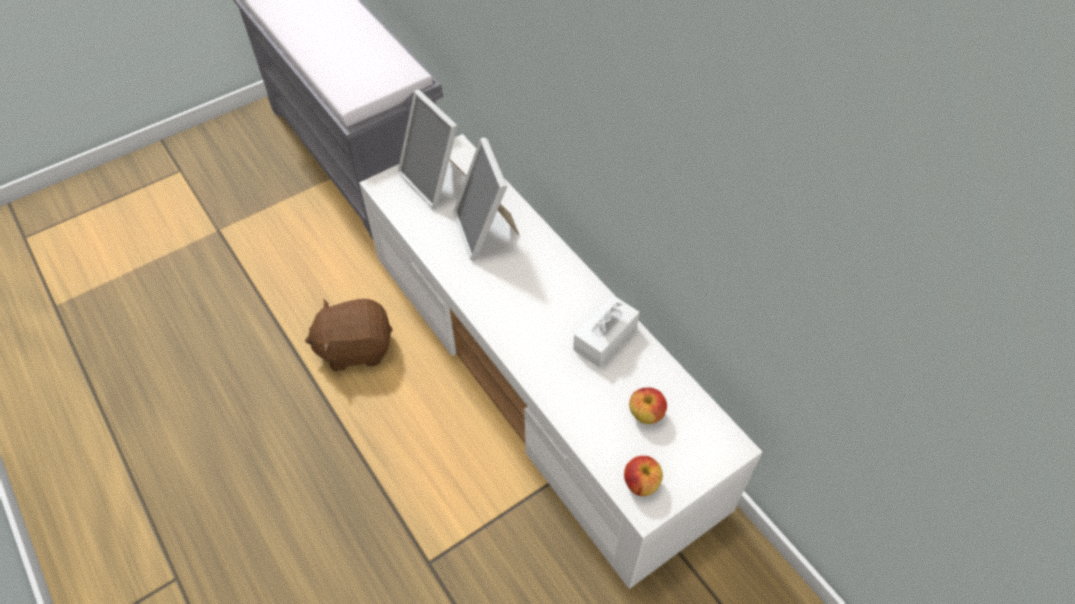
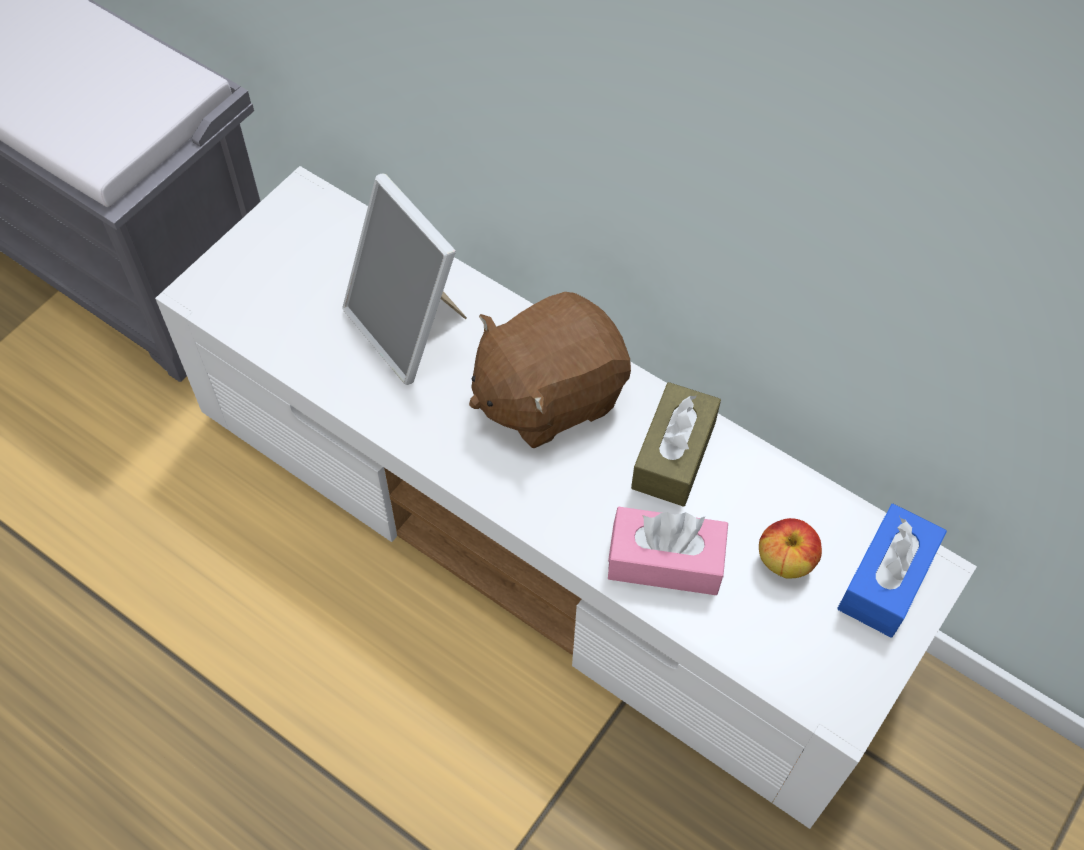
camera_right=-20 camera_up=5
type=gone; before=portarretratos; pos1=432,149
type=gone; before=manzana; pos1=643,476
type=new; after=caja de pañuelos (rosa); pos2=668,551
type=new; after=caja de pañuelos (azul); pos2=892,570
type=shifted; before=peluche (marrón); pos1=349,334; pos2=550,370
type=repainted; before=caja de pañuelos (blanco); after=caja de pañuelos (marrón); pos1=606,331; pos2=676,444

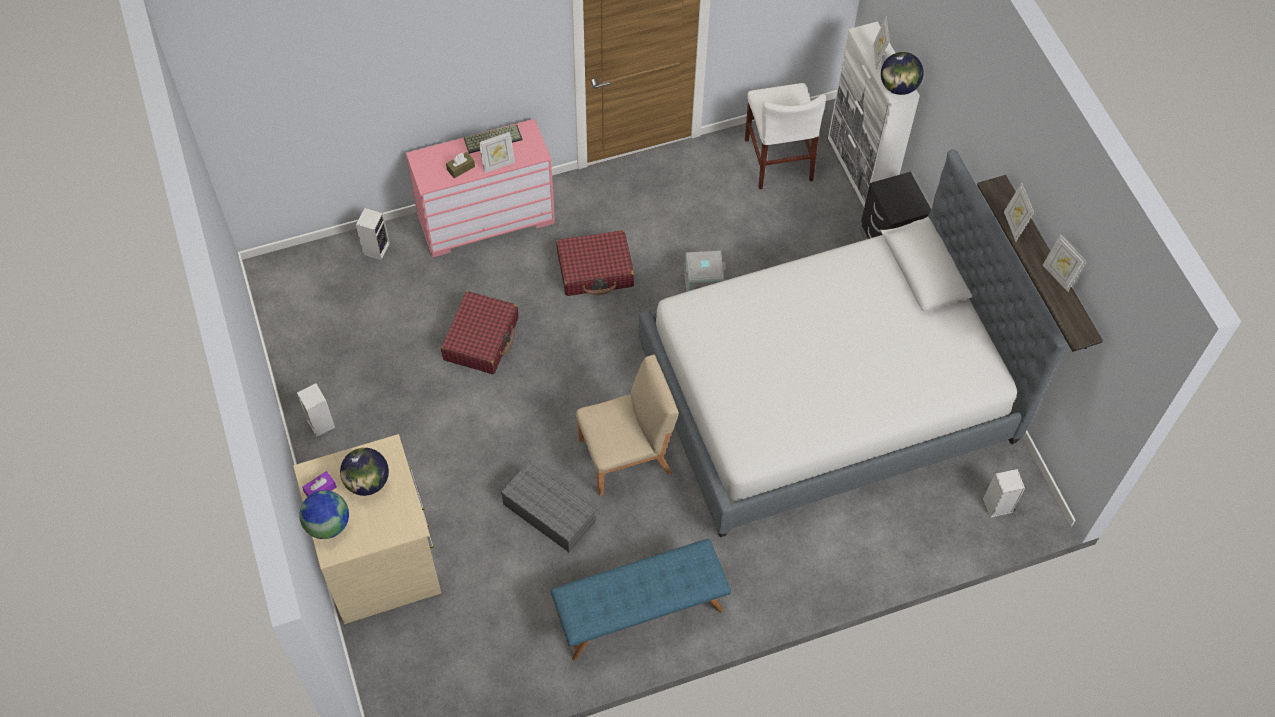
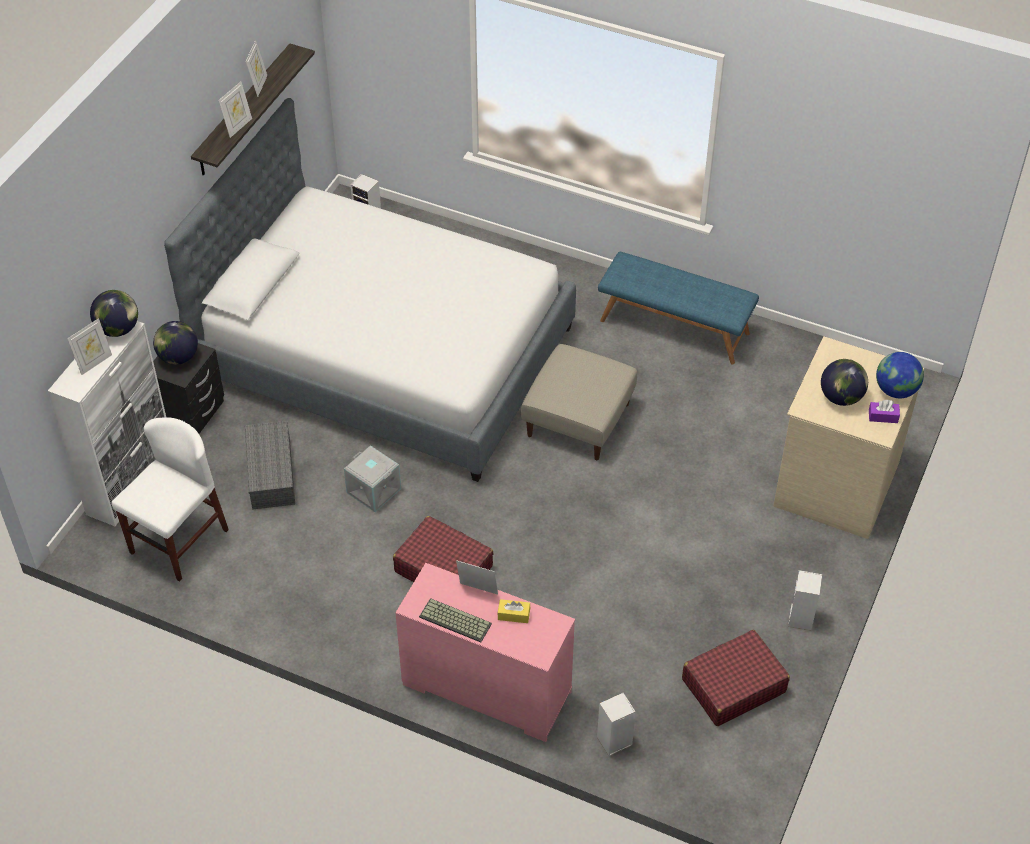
camera_right=-135 camera_up=-10
type=new; after=globo terráqueo; pos2=175,343
type=shifted; before=maleta (rojo); pos1=480,332; pos2=736,678
type=shifted; before=caja de almacenaje (gris); pos1=548,506; pos2=269,465
type=swapped; before=silla (beis); after=puf (beis); pos1=627,425; pos2=579,402
type=repainted; before=caja de pañuelos (marrón); after=caja de pañuelos (amarillo); pos1=460,165; pos2=513,611

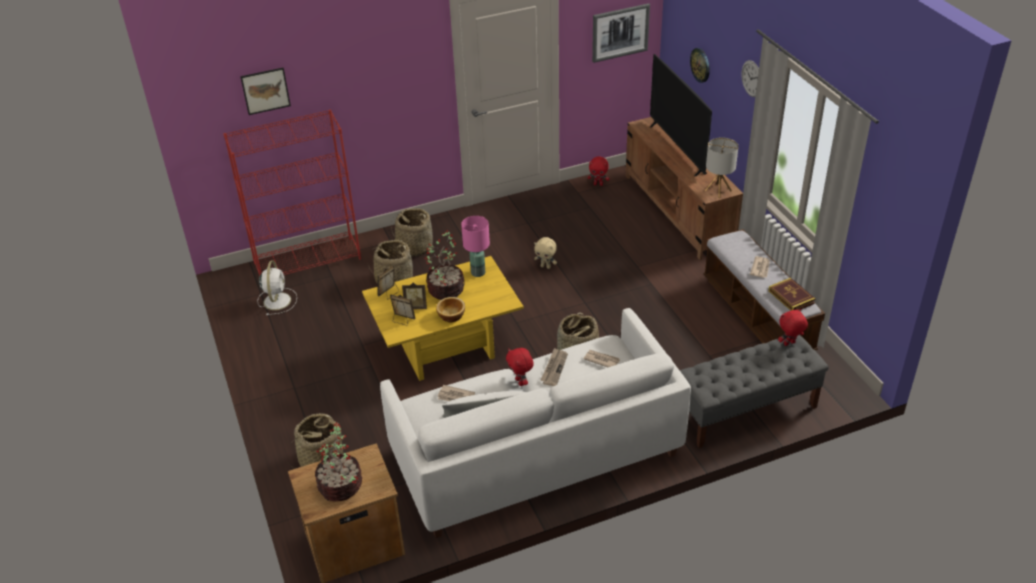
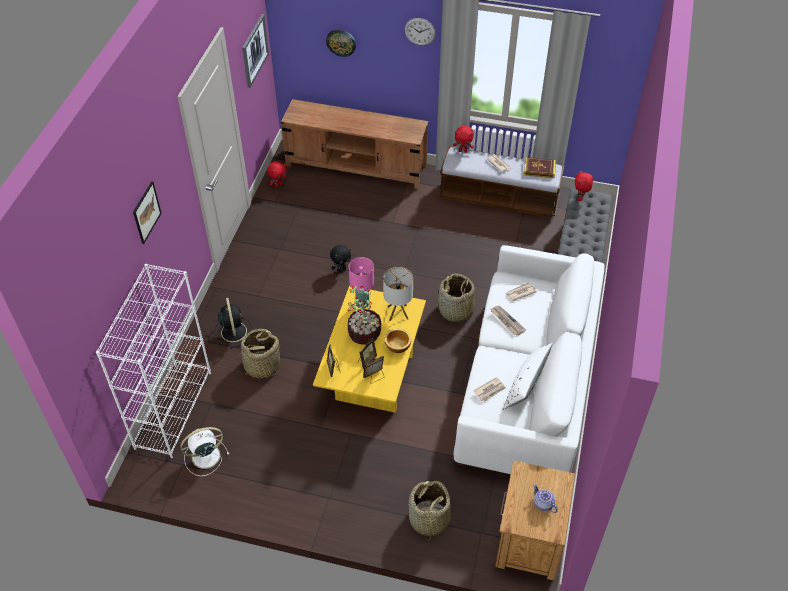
camera_right=-55 camera_up=10
type=gone; before=televisor; pos1=681,115
type=shifted; before=cuadro; pos1=265,91; pos2=147,212
type=shifted; before=peluche (rojo); pos1=520,367; pos2=463,139
type=shifted; before=lámpara de mesa; pos1=722,168; pos2=398,294
type=swapped; before=planta en maceta; after=tetera; pos1=338,461; pos2=545,498
type=swapped; before=cesta; after=ventilador (negro); pos1=412,232; pos2=233,323
type=repainted; before=estantería (rojo); after=estantería (blanco); pos1=292,193; pos2=153,361
type=repainted; before=peluche (beis); after=peluche (negro); pos1=545,253; pos2=340,258
type=rotated; before=ventilador (blanco); pos1=277,287; pos2=204,451; turn=-60

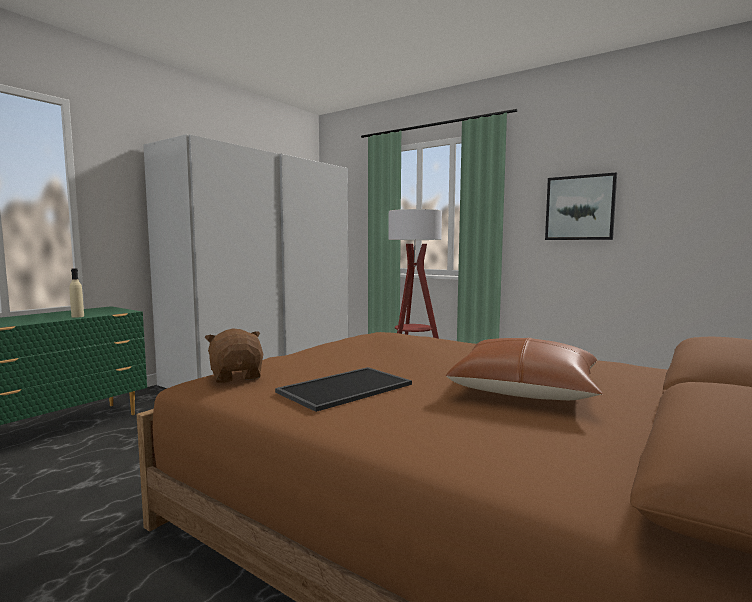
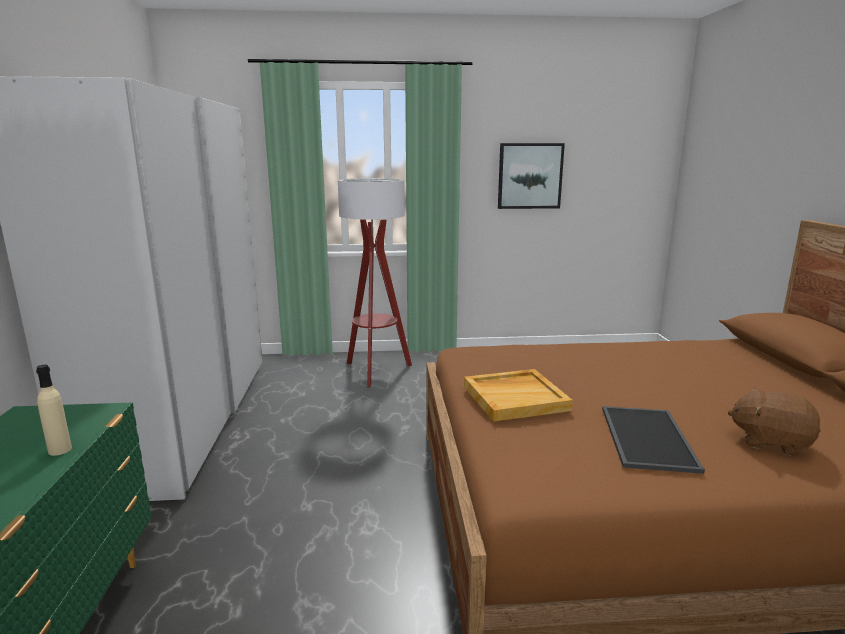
camera_right=-40 camera_up=10
type=gone; before=cojín (marrón); pos1=524,369
type=new; after=bandeja (beis); pos2=518,395
type=shifted; before=peluche (marrón); pos1=234,355; pos2=774,422

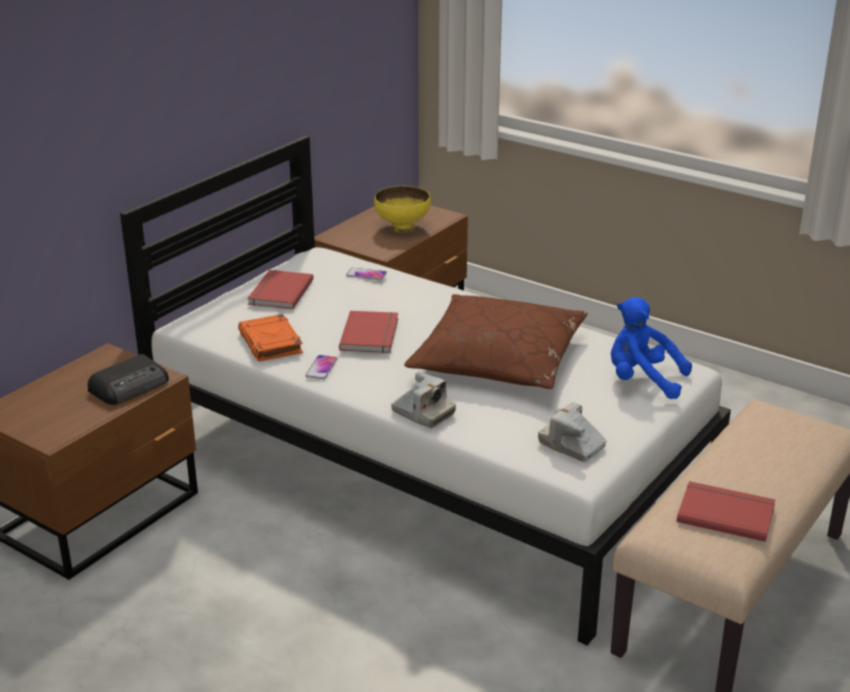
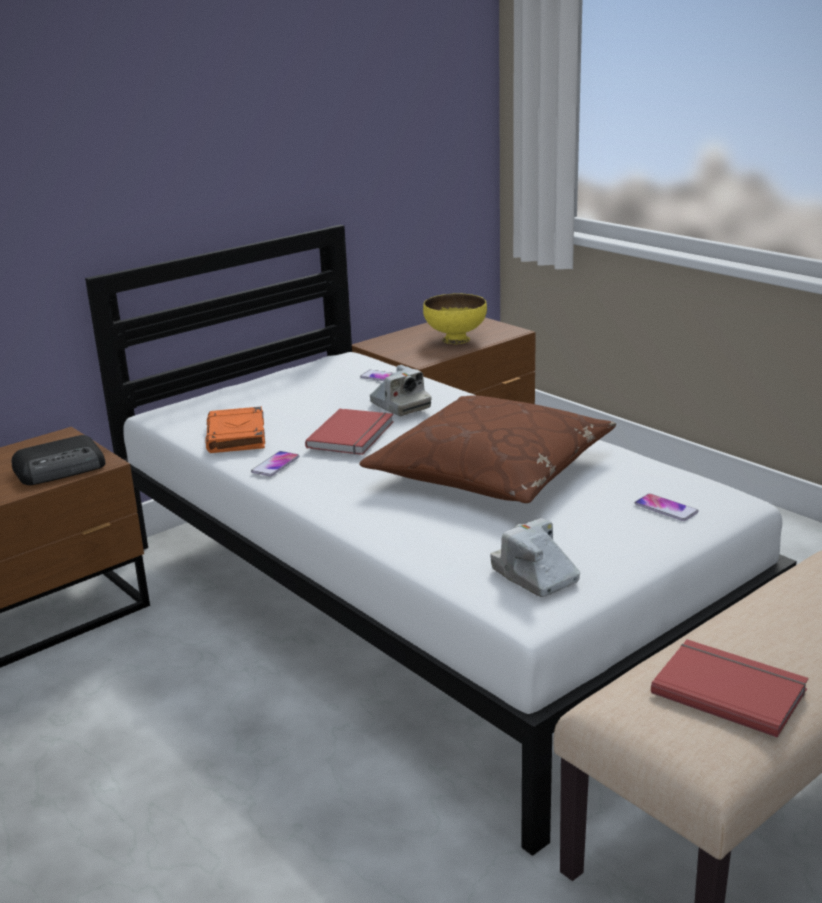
camera_right=15 camera_up=-5
type=gone; before=libro (rojo); pos1=280,289
type=shifted; before=cámara; pos1=423,399; pos2=400,390
type=swapped; before=peluche (azul); after=móvil; pos1=651,348; pos2=667,507

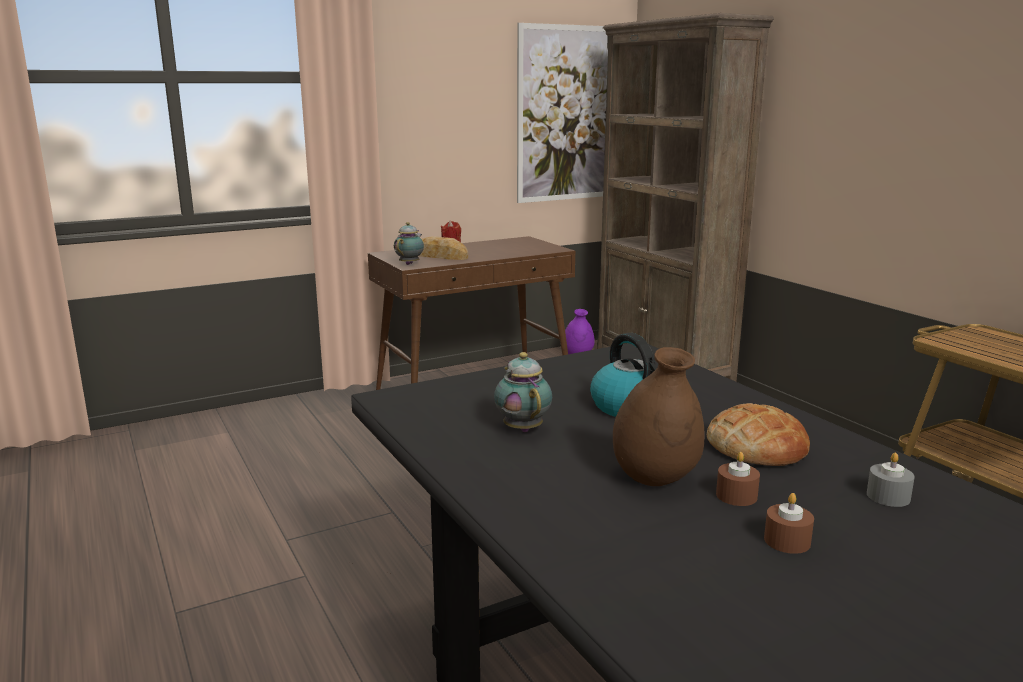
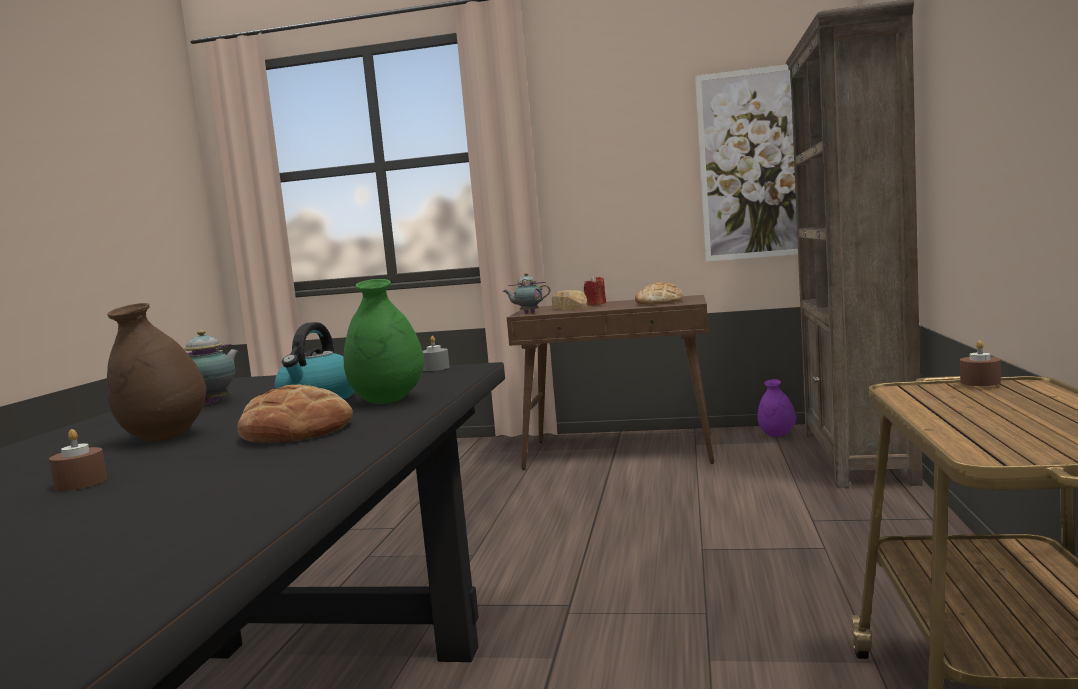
camera_right=40 camera_up=-10
type=new; after=florero (verde); pos2=384,341
type=new; after=pan; pos2=659,293
type=shifted; before=vela (marrón); pos1=738,479; pos2=980,363
type=shifted; before=vela (gris); pos1=891,480; pos2=436,353
type=rotated; before=tetera; pos1=409,243; pos2=527,293; turn=-150

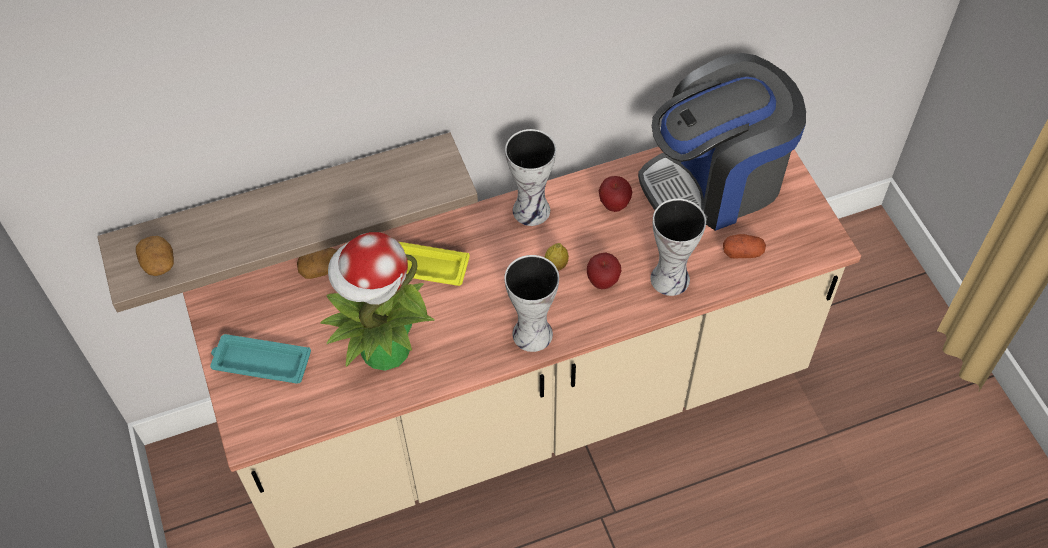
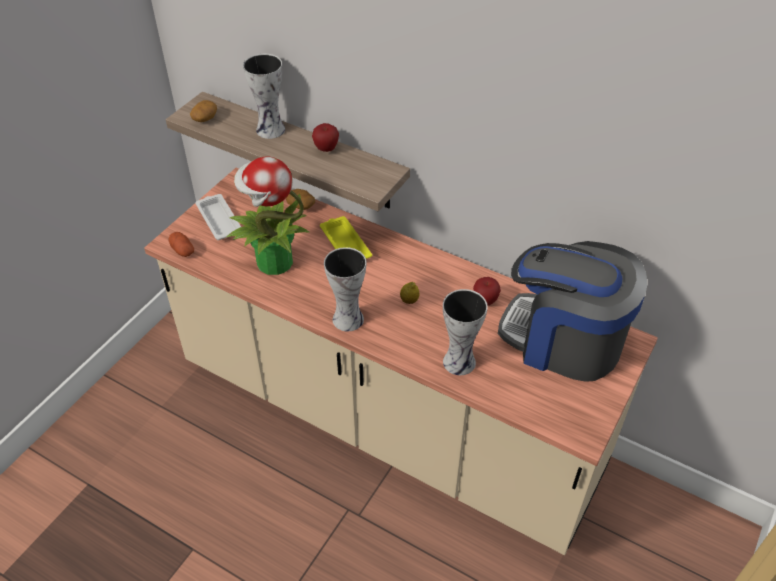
camera_right=50 camera_up=-10
type=shifted; before=florero; pos1=530,177; pos2=264,96
type=shifted; before=manzana; pos1=604,271; pos2=325,137
type=shifted; before=patata; pos1=744,246; pos2=181,244
type=repainted; before=bandeja (turquesa); after=bandeja (blanco); pos1=260,359; pos2=218,217

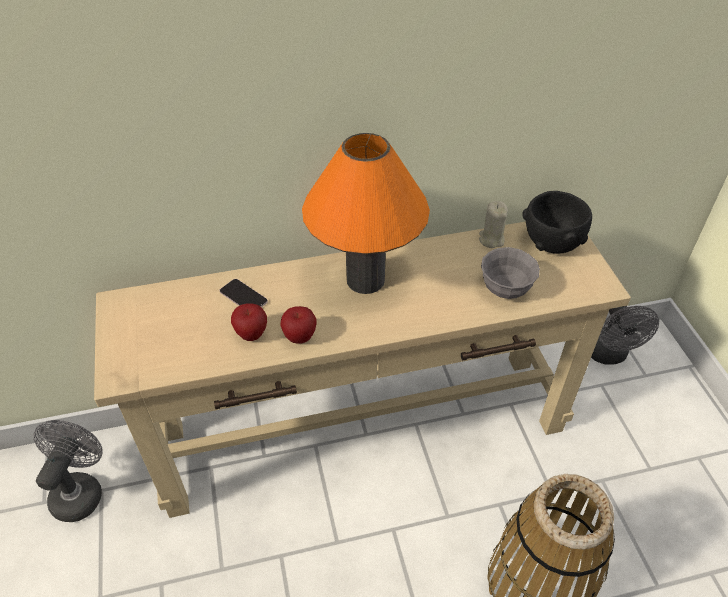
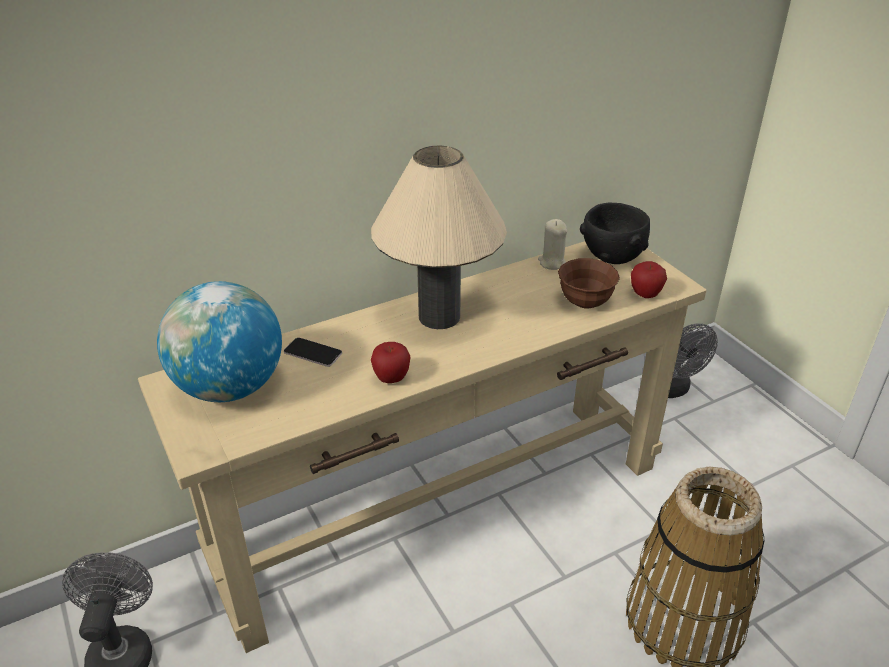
camera_right=-15 camera_up=-10
type=new; after=globo terráqueo; pos2=219,341
type=shifted; before=manzana; pos1=249,322; pos2=649,279
type=repainted; before=lámpara de mesa (naranja); after=lámpara de mesa (beis); pos1=366,213; pos2=439,237
type=repainted; before=cuenco (gris); after=cuenco (marrón); pos1=510,273; pos2=589,283

